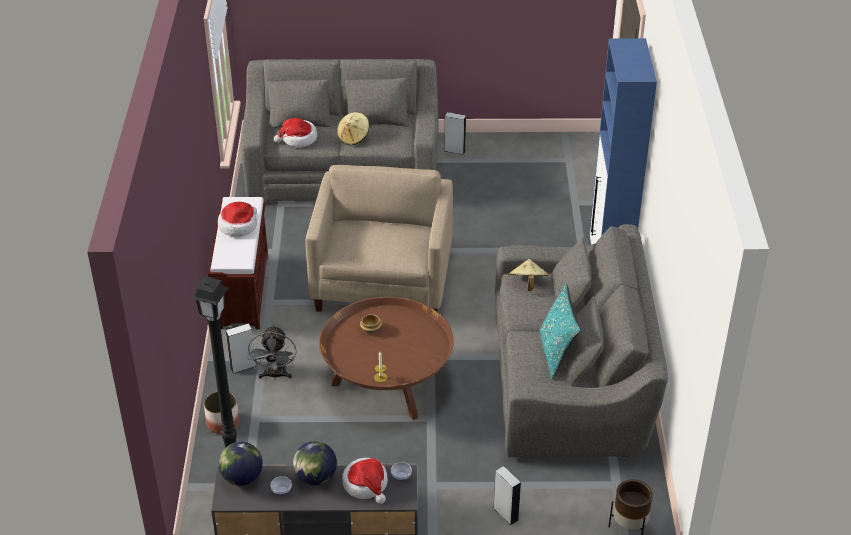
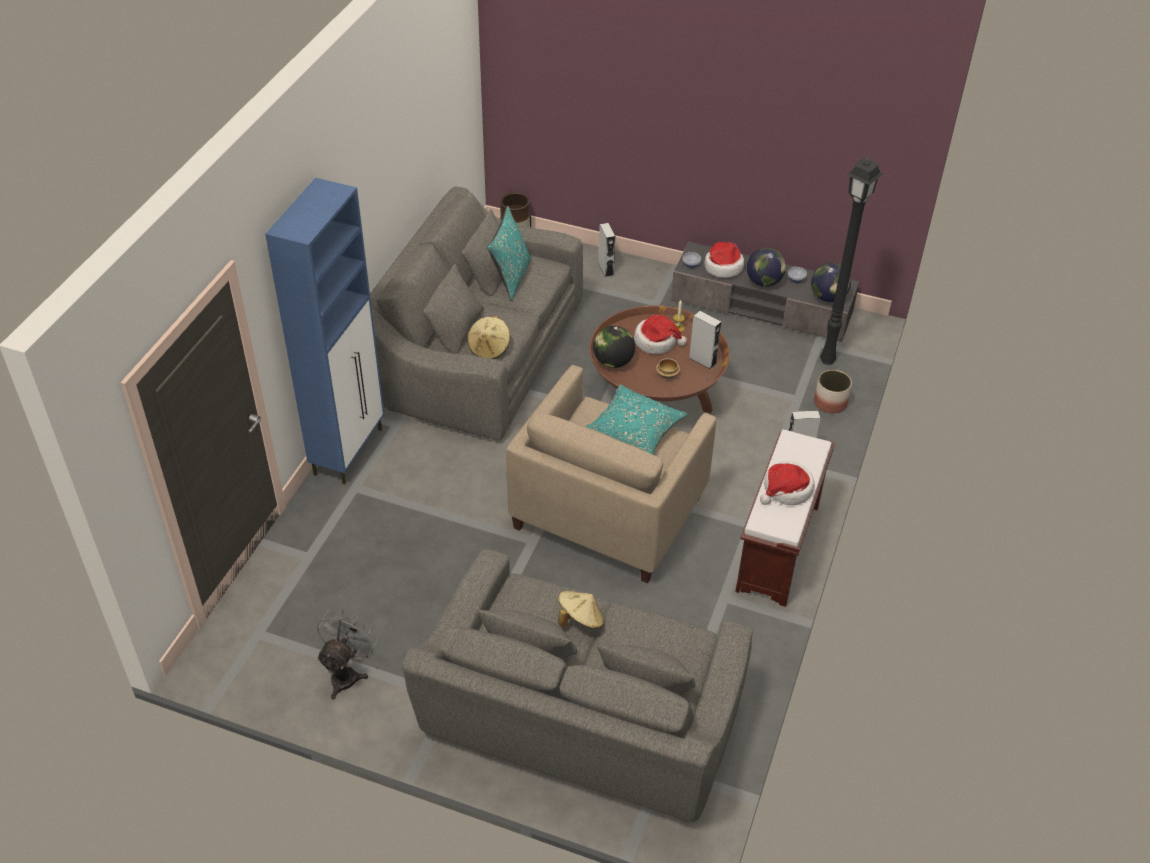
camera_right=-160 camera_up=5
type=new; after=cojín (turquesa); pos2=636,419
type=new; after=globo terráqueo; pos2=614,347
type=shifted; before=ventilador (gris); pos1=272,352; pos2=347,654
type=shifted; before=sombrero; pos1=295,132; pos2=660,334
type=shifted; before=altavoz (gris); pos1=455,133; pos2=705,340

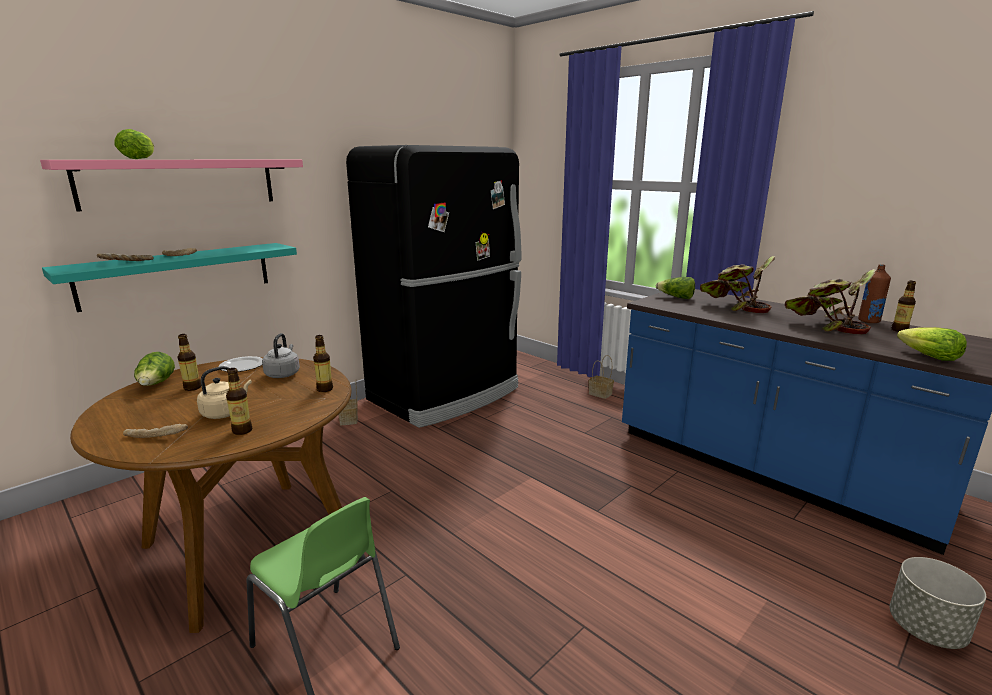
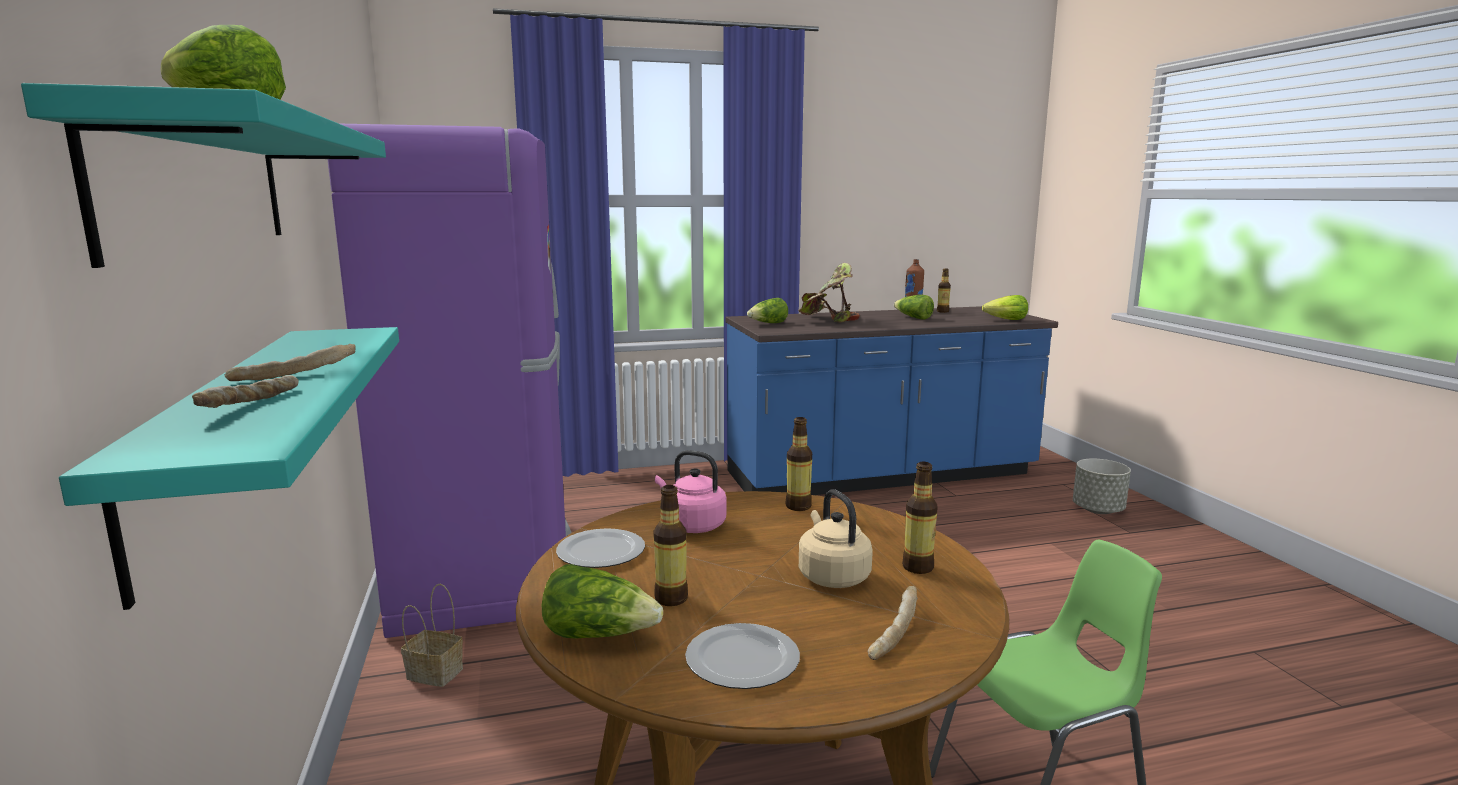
camera_right=-60 camera_up=-5
type=gone; before=cesta; pos1=601,377
type=new; after=plato; pos2=742,656
type=swapped; before=planta en maceta; after=lechuga; pos1=831,301; pos2=914,307
type=repainted; before=estante (rosa); after=estante (turquesa); pos1=171,186; pos2=203,175
type=repainted; before=hervidor (gris); after=hervidor (rosa); pos1=281,355; pos2=690,491
type=repainted; before=nevera (negro); after=nevera (morado); pos1=434,286; pos2=449,381

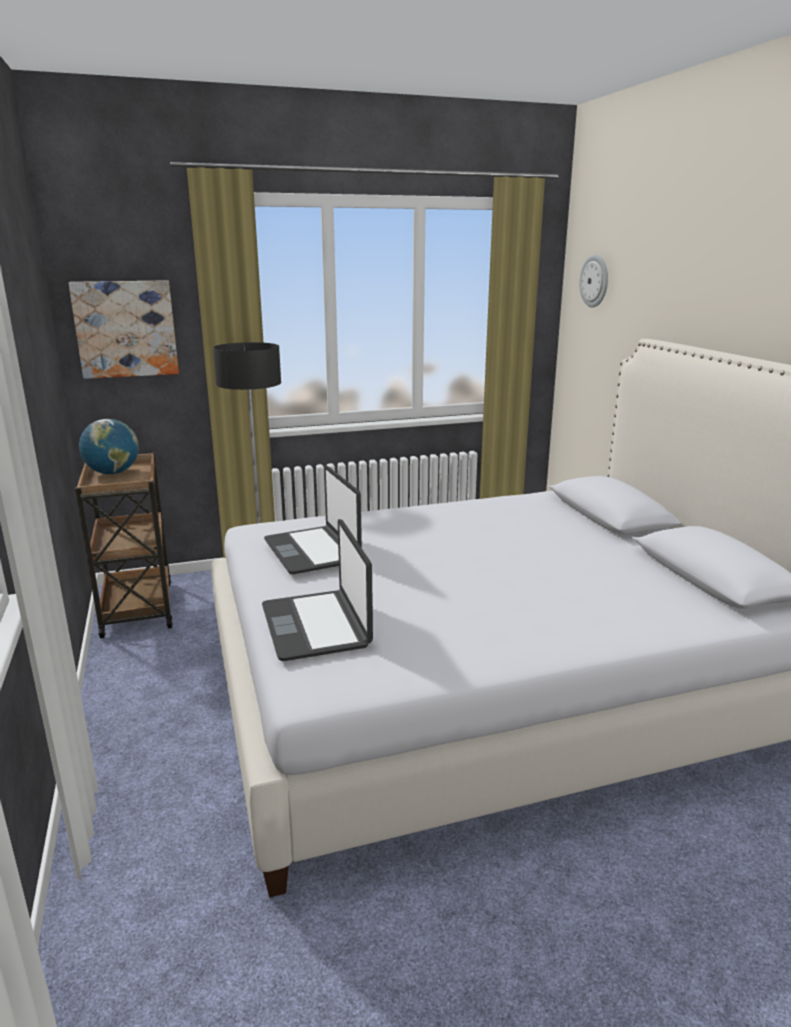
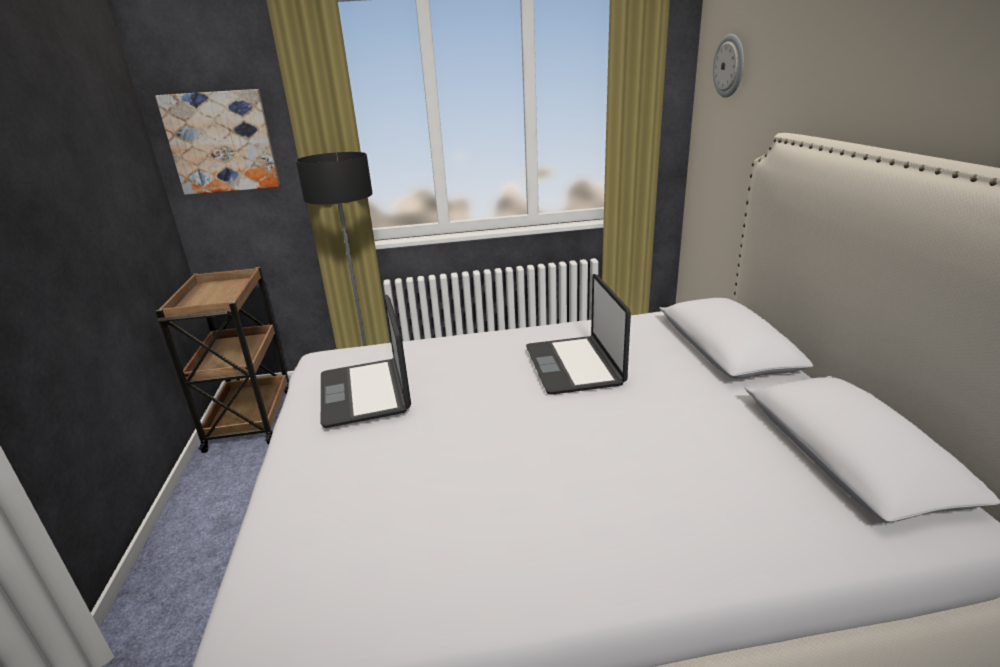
camera_right=10 camera_up=5
type=gone; before=globo terráqueo; pos1=109,446
type=shifted; before=portátil; pos1=317,590; pos2=578,334

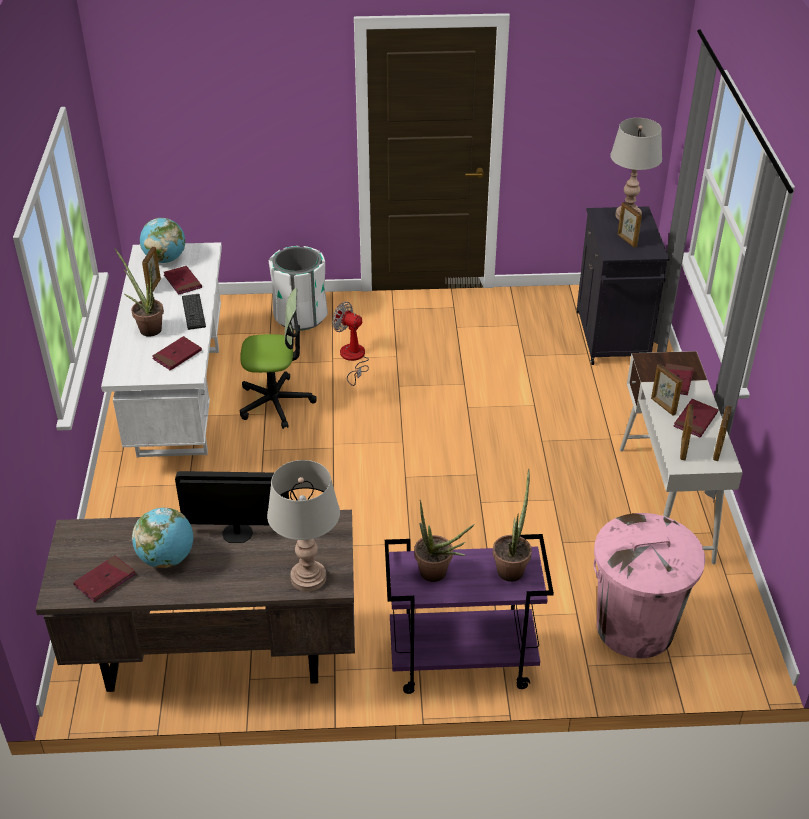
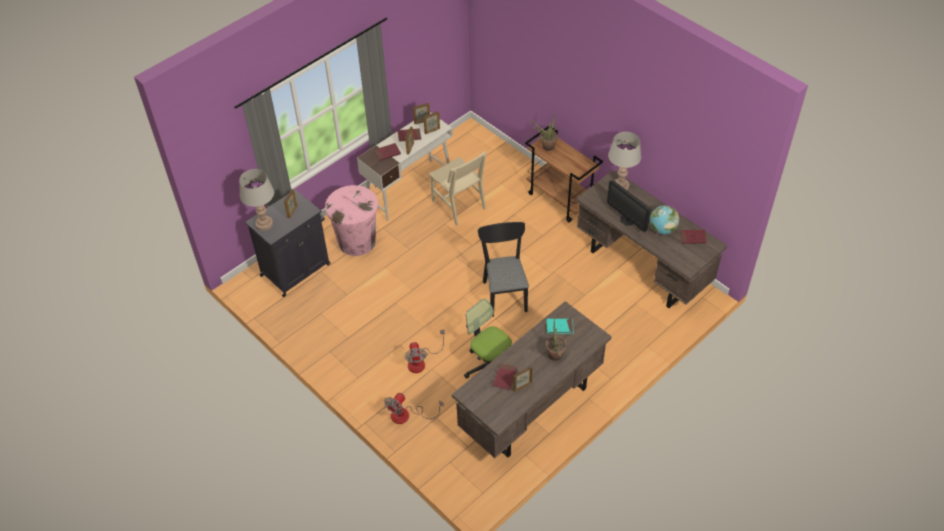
camera_right=-130 camera_up=10
type=gone; before=globo terráqueo; pos1=162,240
type=gone; before=teclado; pos1=194,312
type=gone; before=planta en maceta; pos1=444,541
type=new; after=silla (beis); pos2=457,188
type=new; after=silla (negro); pos2=503,269
type=shifted; before=papelera (rosa); pos1=649,586; pos2=351,220
type=swapped; before=papelera (blanco); after=ventilador; pos1=298,288; pos2=414,408
type=repainted; before=escritorio (blanco); after=escritorio (marrón); pos1=161,349; pos2=532,379
type=repainted; before=libro (rojo); after=libro (turquesa); pos1=177,353; pos2=560,326
type=repainted; before=carrito (morado); after=carrito (marrón); pos1=469,614; pos2=564,174

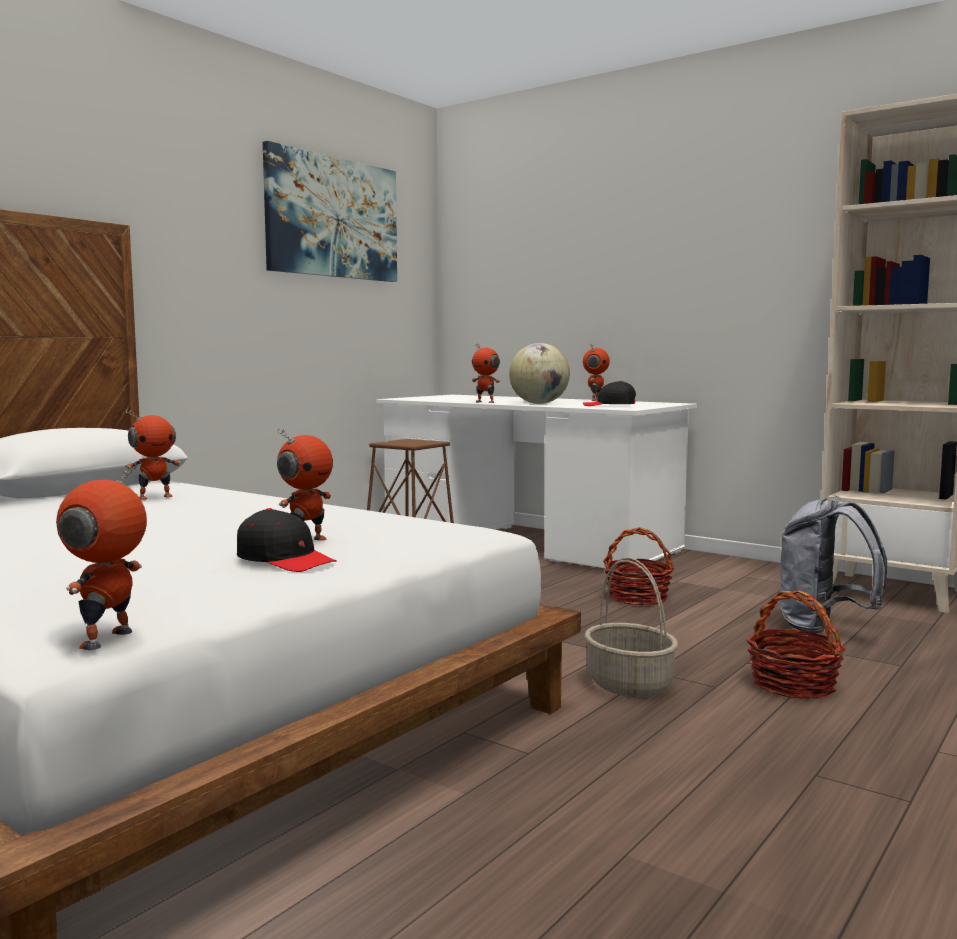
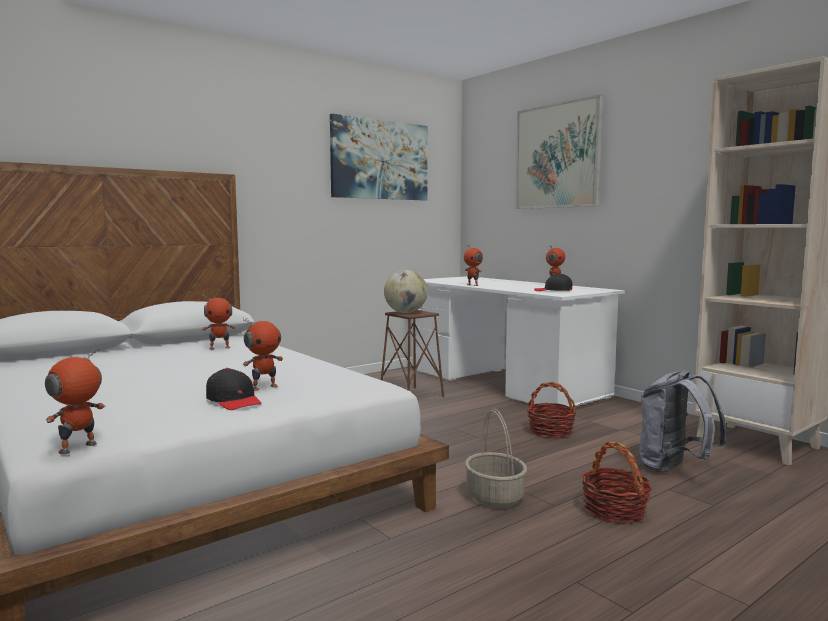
camera_right=15 camera_up=0
type=new; after=cuadro; pos2=559,152
type=shifted; before=globo terráqueo; pos1=539,373; pos2=405,291

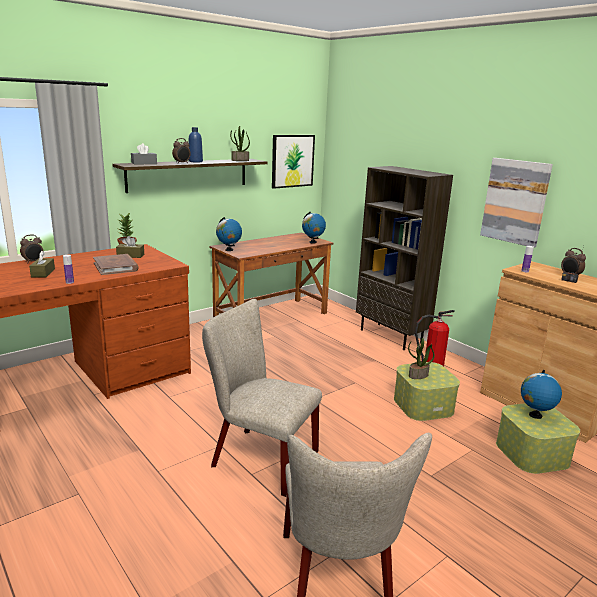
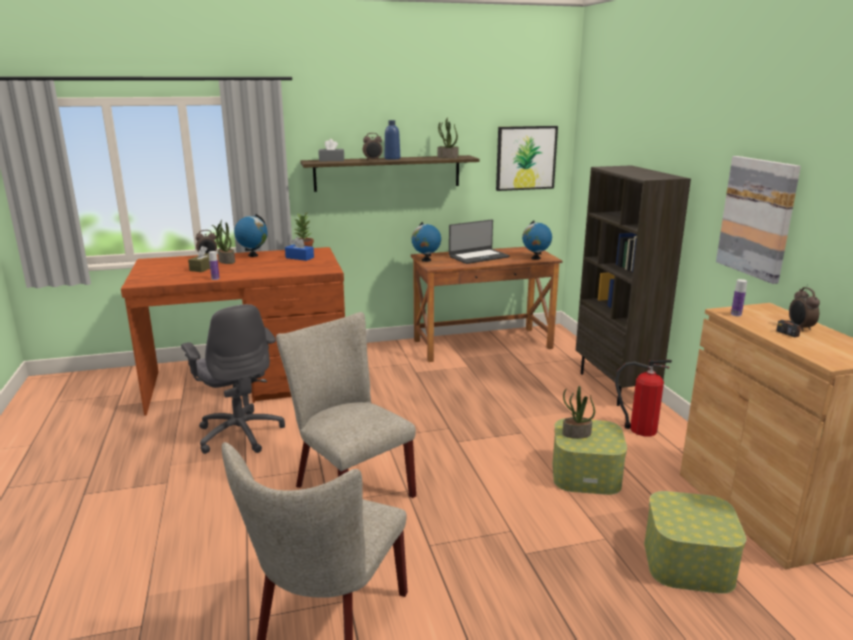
camera_right=25 camera_up=0
type=gone; before=libro (marrón); pos1=116,264
type=new; after=silla de oficina (gris); pos2=233,379
type=new; after=planta en maceta; pos2=223,241
type=new; after=portátil; pos2=479,241
type=shifted; before=globo terráqueo; pos1=541,394; pos2=251,235
type=repainted; before=caja de pañuelos (marrón); after=caja de pañuelos (azul); pos1=130,247; pos2=299,249

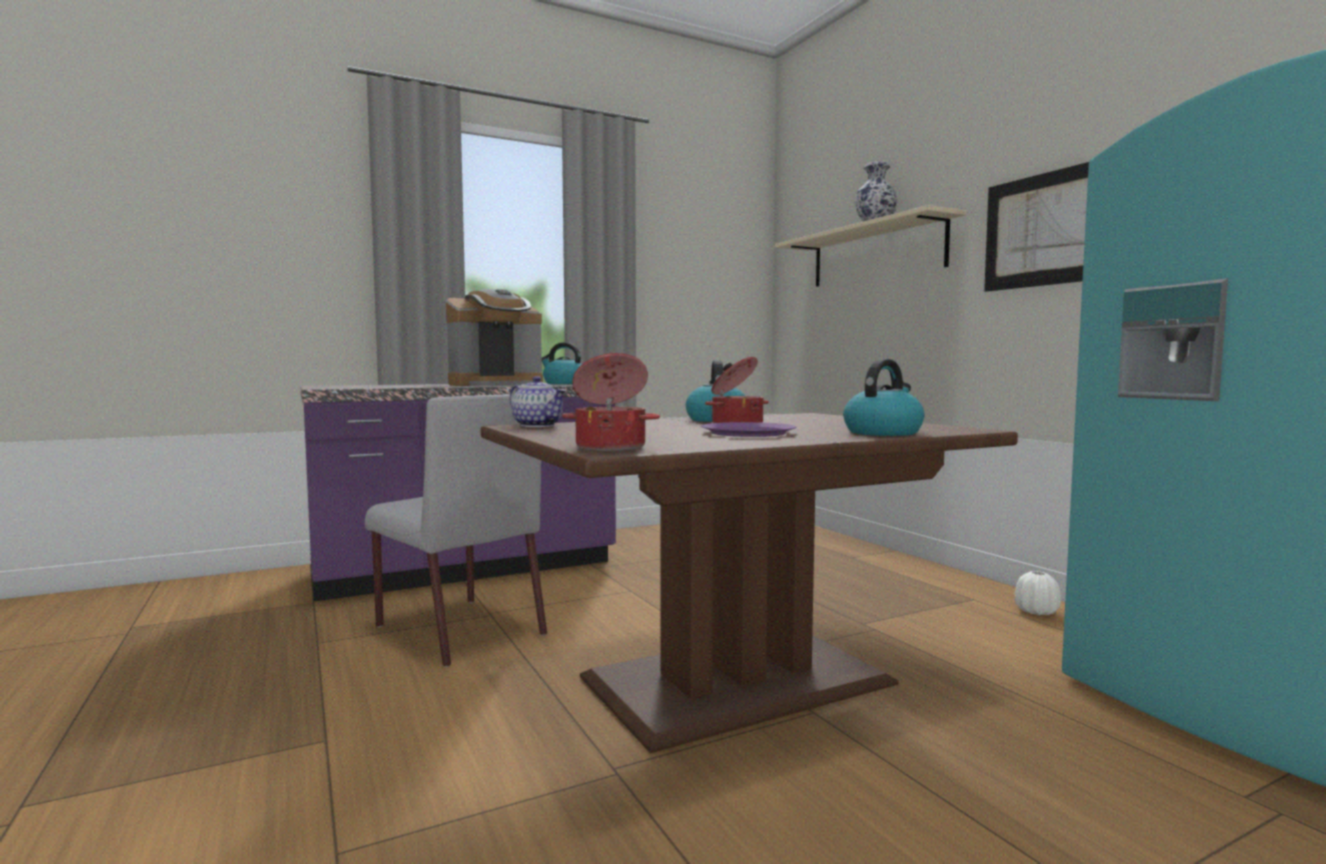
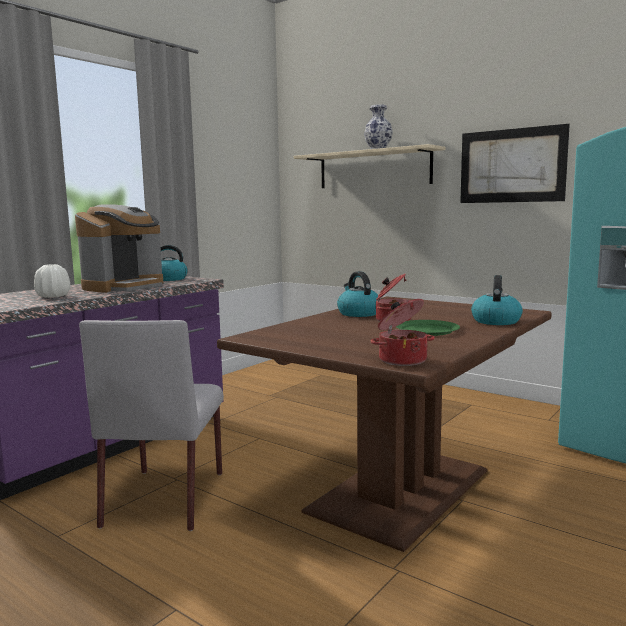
camera_right=-25 camera_up=5
type=gone; before=tetera; pos1=538,401
type=shifted; before=florero (blanco); pos1=1038,593; pos2=52,281
type=repainted; before=plato (morado); after=plato (verde); pos1=749,429; pos2=428,328
type=rotated; before=silla (gris); pos1=456,530; pos2=151,425; turn=75

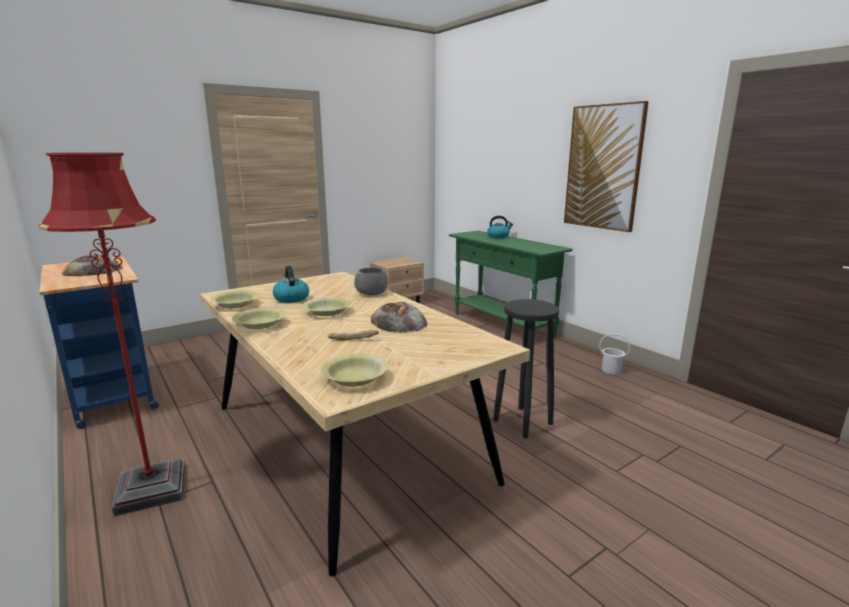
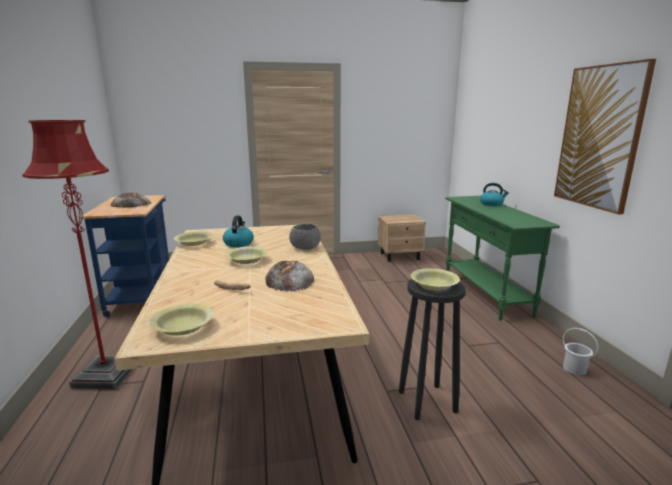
camera_right=25 camera_up=0
type=shifted; before=cuenco (amarillo); pos1=259,318; pos2=435,279

